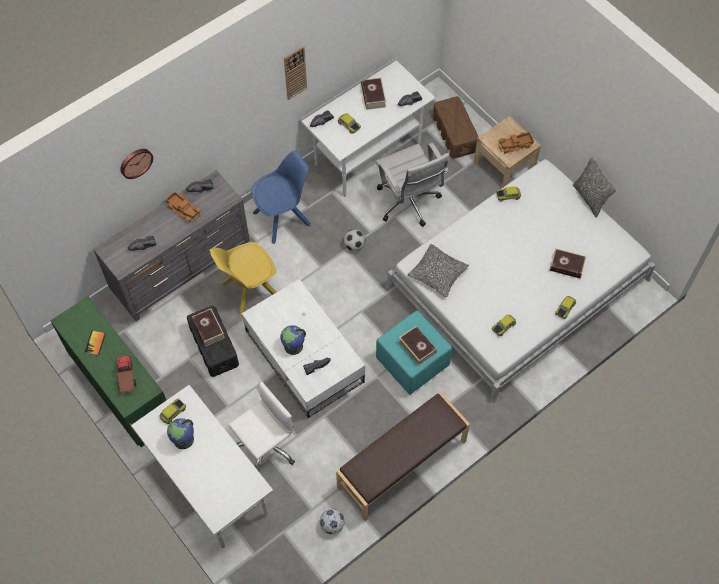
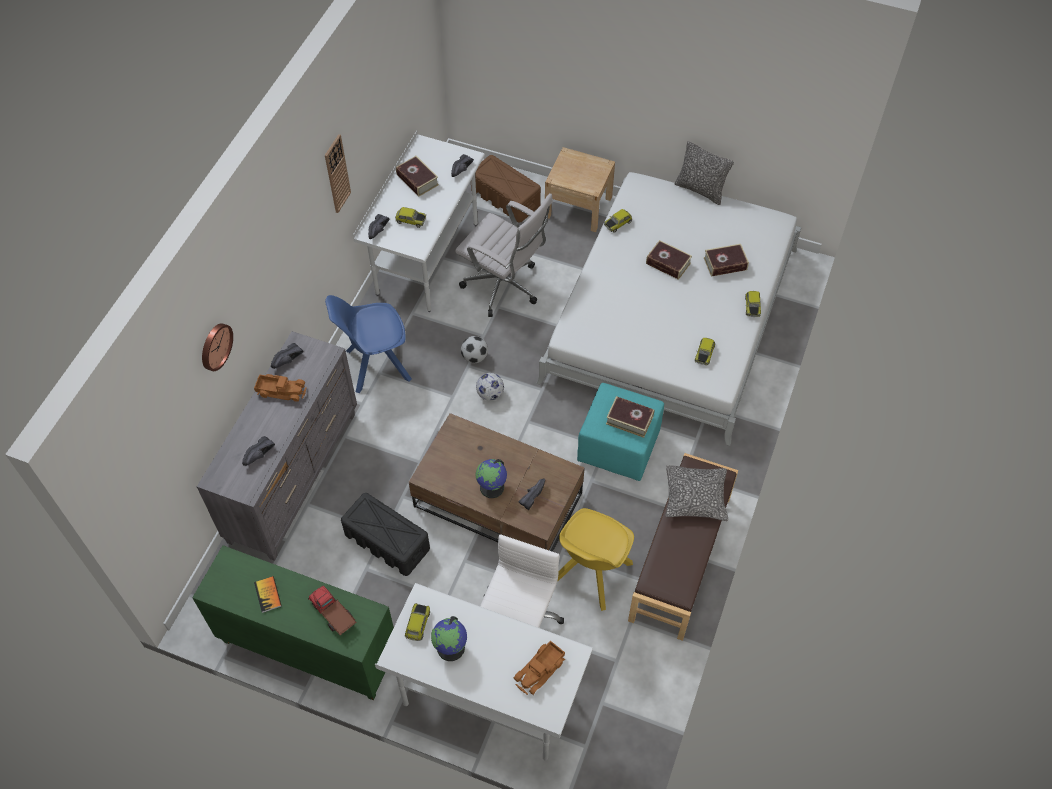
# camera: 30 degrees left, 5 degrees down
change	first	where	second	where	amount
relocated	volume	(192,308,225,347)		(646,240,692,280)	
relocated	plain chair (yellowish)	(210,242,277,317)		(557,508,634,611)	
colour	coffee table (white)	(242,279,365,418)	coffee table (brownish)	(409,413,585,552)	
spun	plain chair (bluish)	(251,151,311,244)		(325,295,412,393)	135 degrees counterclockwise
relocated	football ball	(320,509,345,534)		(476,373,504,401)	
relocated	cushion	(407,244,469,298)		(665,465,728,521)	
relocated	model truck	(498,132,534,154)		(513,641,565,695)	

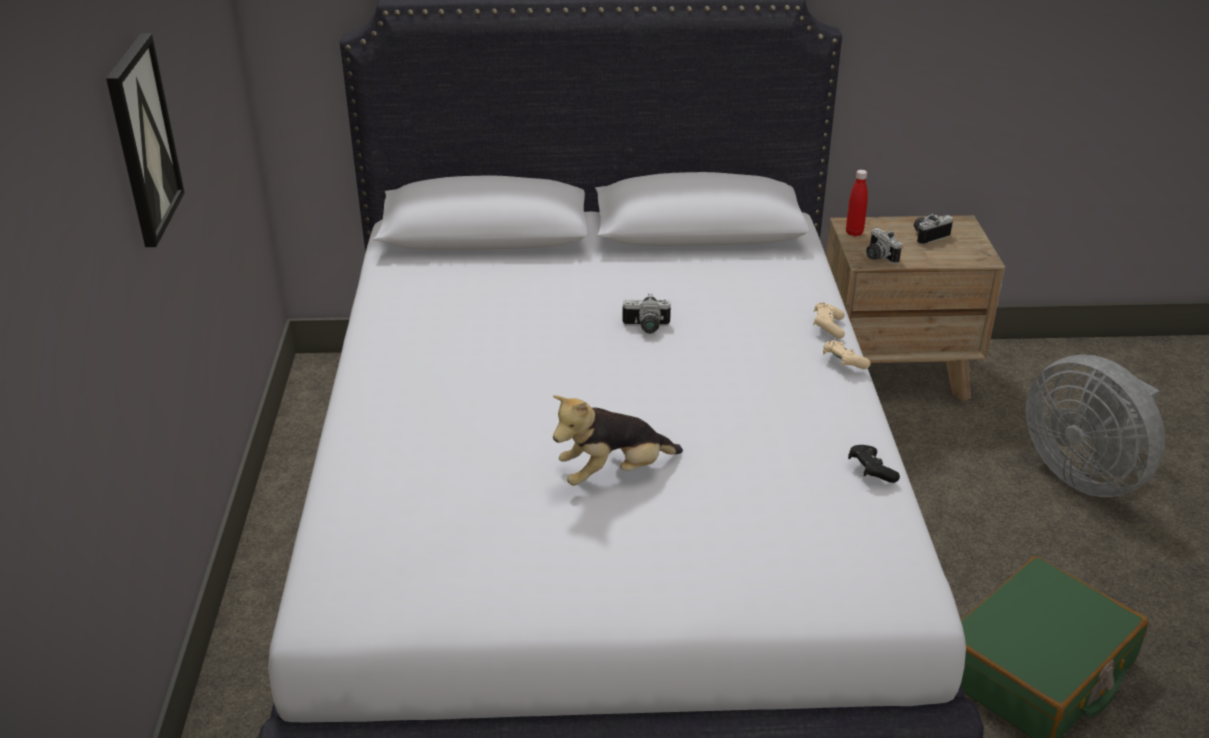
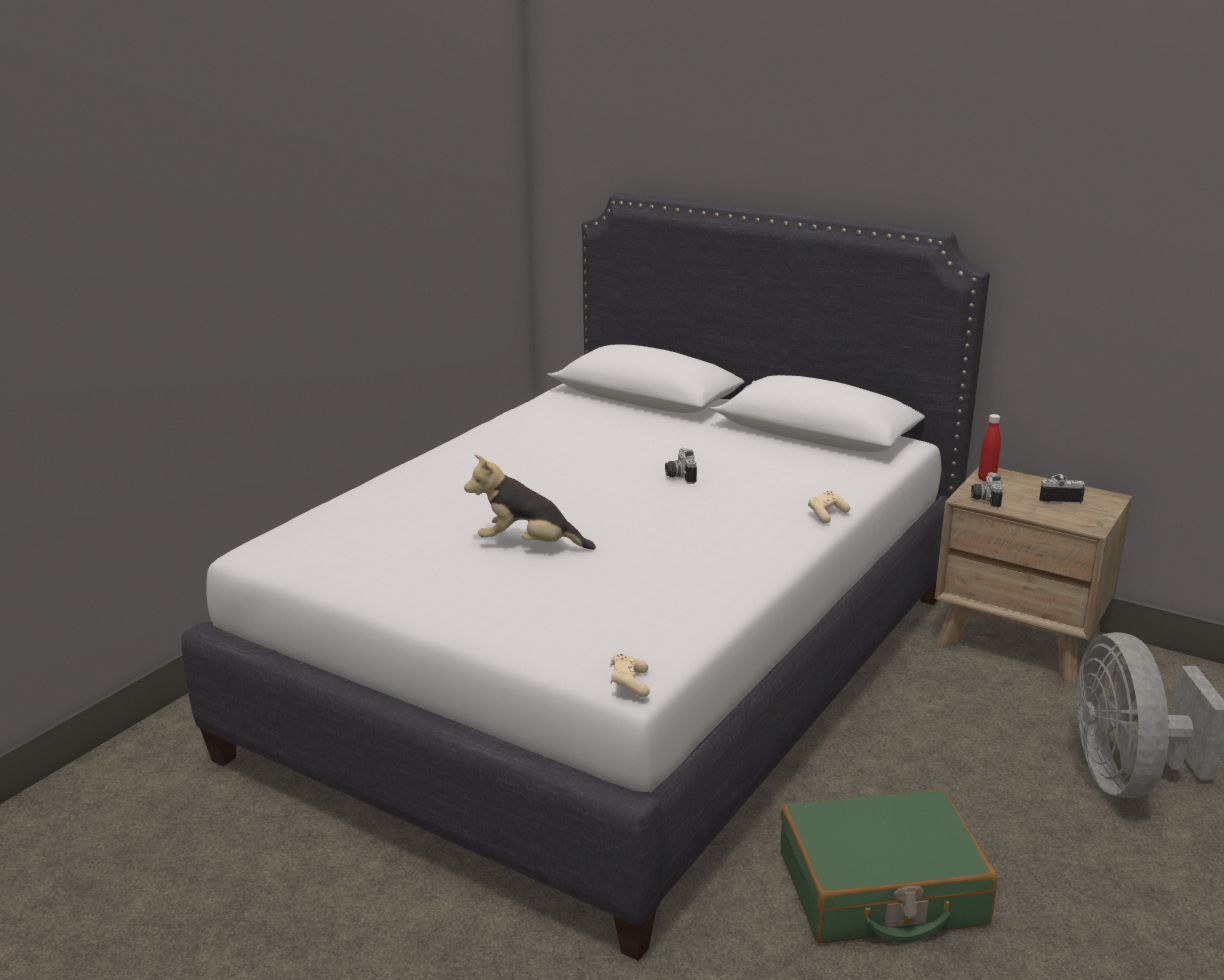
# camera: 35 degrees right, 10 degrees down
change	first	where	second	where	amount
missing	picture	(106,34,185,247)			
spun	still camera	(622,294,671,334)		(665,448,697,484)	45 degrees clockwise
relocated	joypad (sand-coloured)	(823,341,871,369)		(610,654,650,697)	
missing	joypad (black-coloured)	(848,445,900,483)			

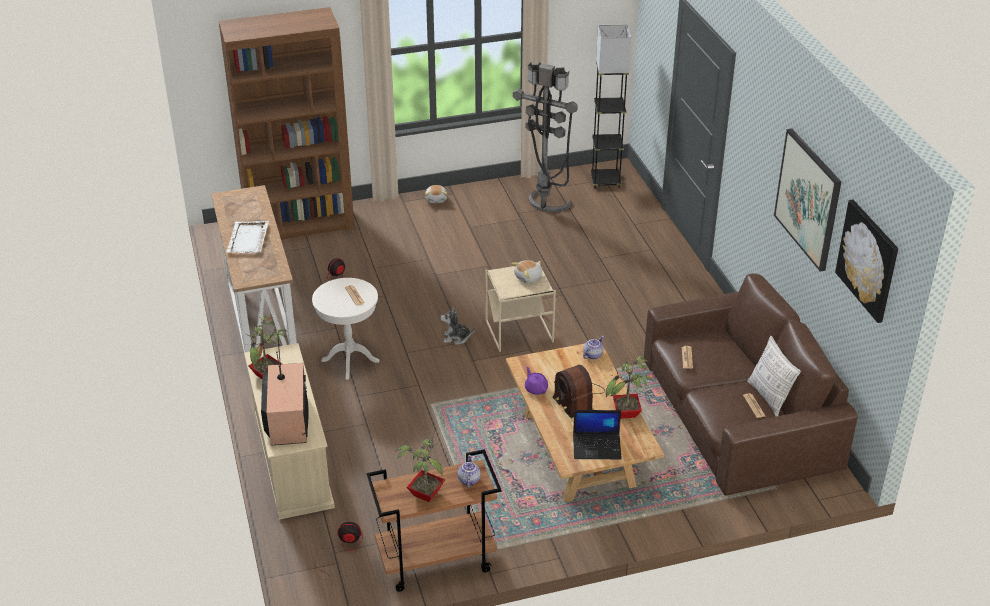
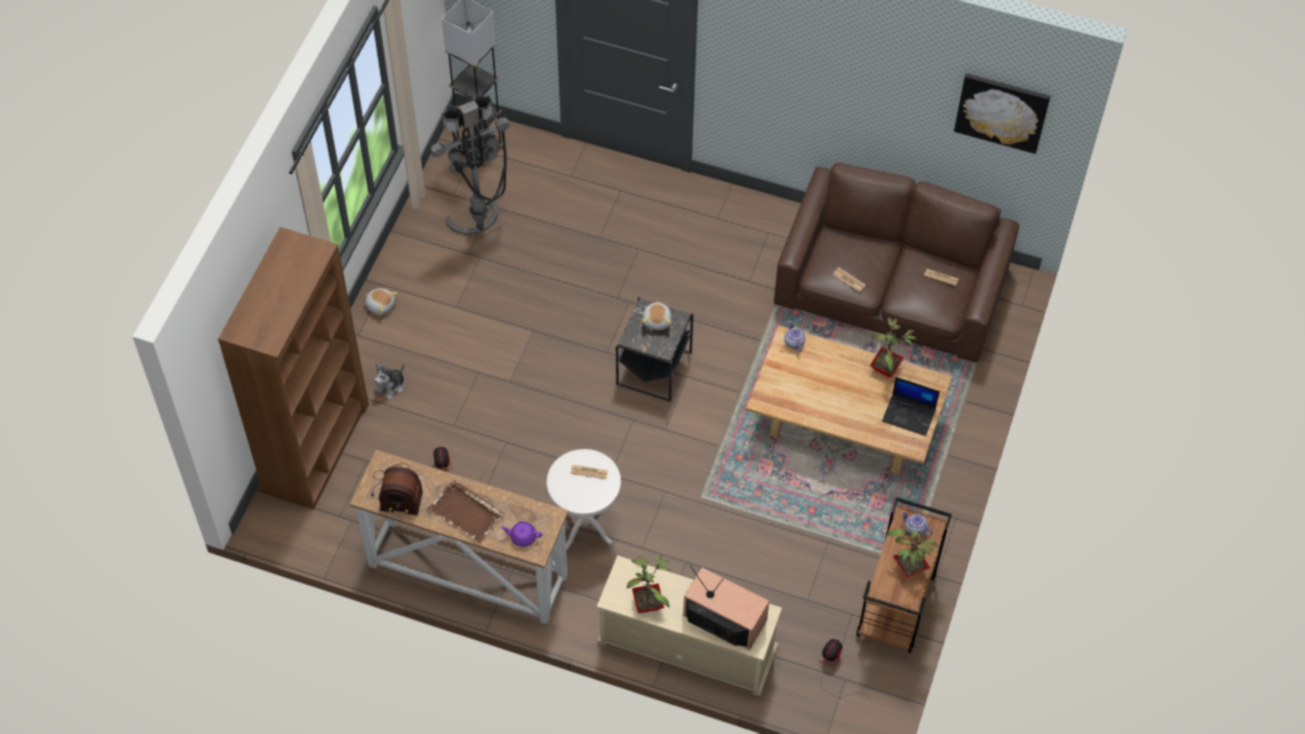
# camera: 55 degrees left, 20 degrees up
change	first	where	second	where	amount
colour	carrying tray (white)	(226,221,269,253)	carrying tray (brownish)	(428,480,505,543)	
relocated	cuddly toy	(440,307,475,345)		(374,364,404,400)	
colour	side table (sand-coloured)	(485,261,556,352)	side table (black-coloured)	(616,296,694,402)	
relocated	teapot (purple-coloured)	(525,367,548,395)		(501,522,543,547)	
relocated	radio set	(553,365,605,418)		(371,464,423,515)	
spun	laptop	(573,410,622,459)		(882,377,940,436)	75 degrees clockwise
missing	cushion	(747,336,801,417)			
missing	picture	(774,129,841,272)			

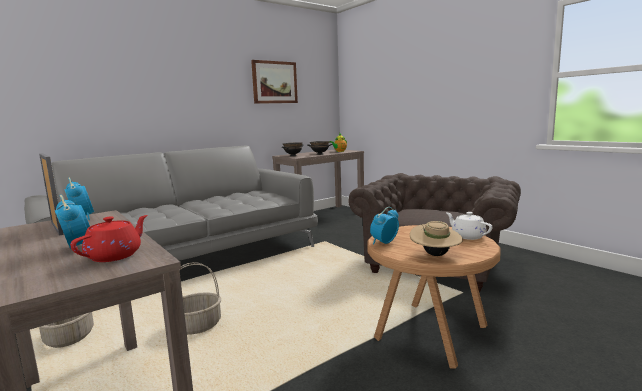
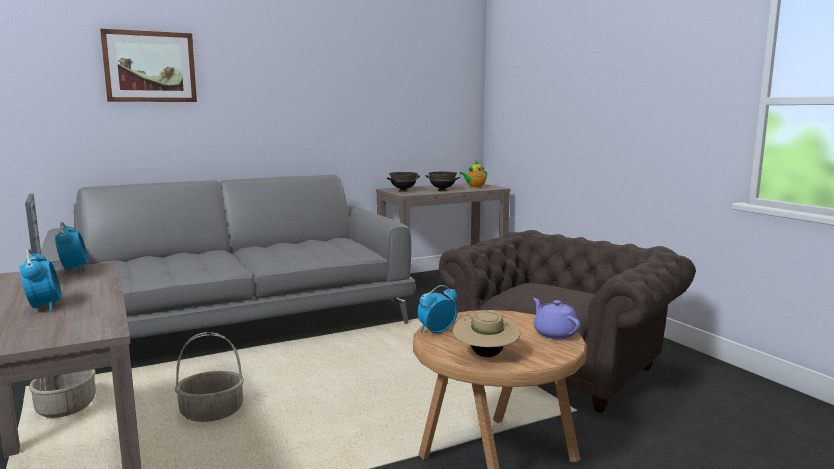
# camera: 10 degrees right, 0 degrees up
change	first	where	second	where	amount
missing	teapot (red-coloured)	(70,215,147,262)			
relocated	picture	(251,60,298,104)		(100,29,197,102)	
colour	teapot (white)	(447,212,493,240)	teapot (purple-coloured)	(533,298,580,339)	

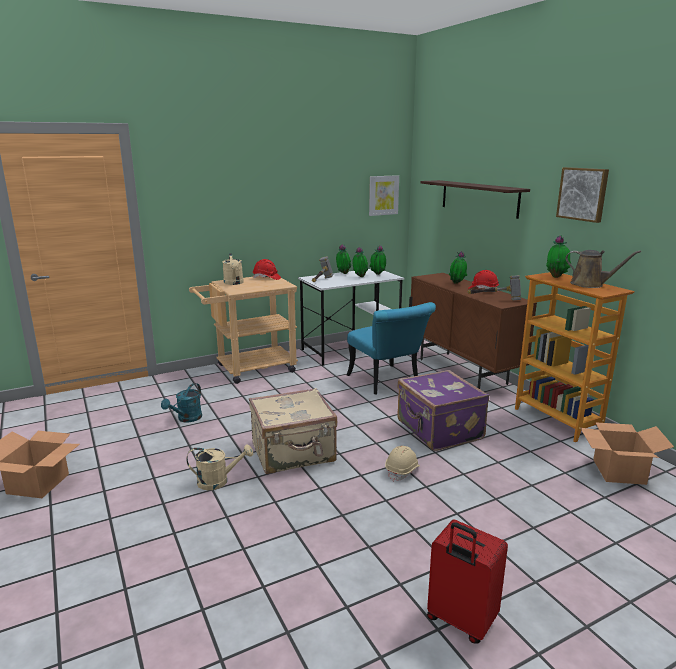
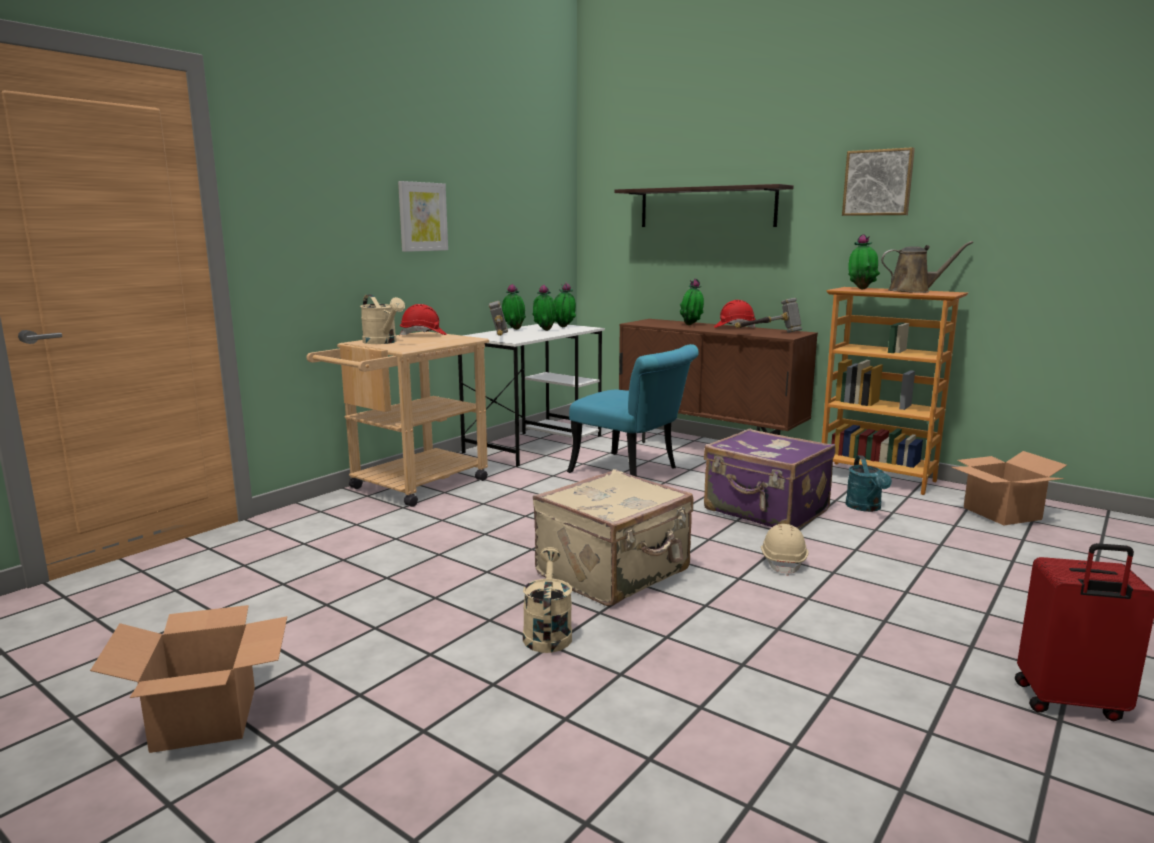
# camera: 25 degrees left, 5 degrees down
change	first	where	second	where	amount
relocated	watering pot (turquoise-coloured)	(161,383,202,422)		(845,456,892,512)	
spun	watering pot (sand-coloured)	(186,444,253,490)		(523,547,572,653)	60 degrees counterclockwise
relocated	picture	(369,175,399,216)		(398,181,448,252)	

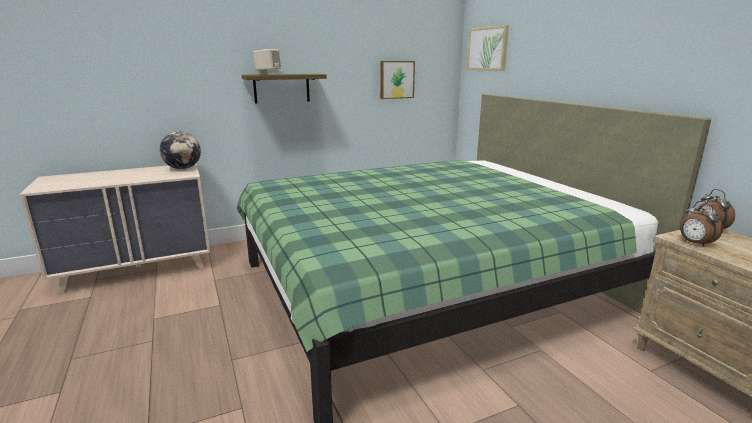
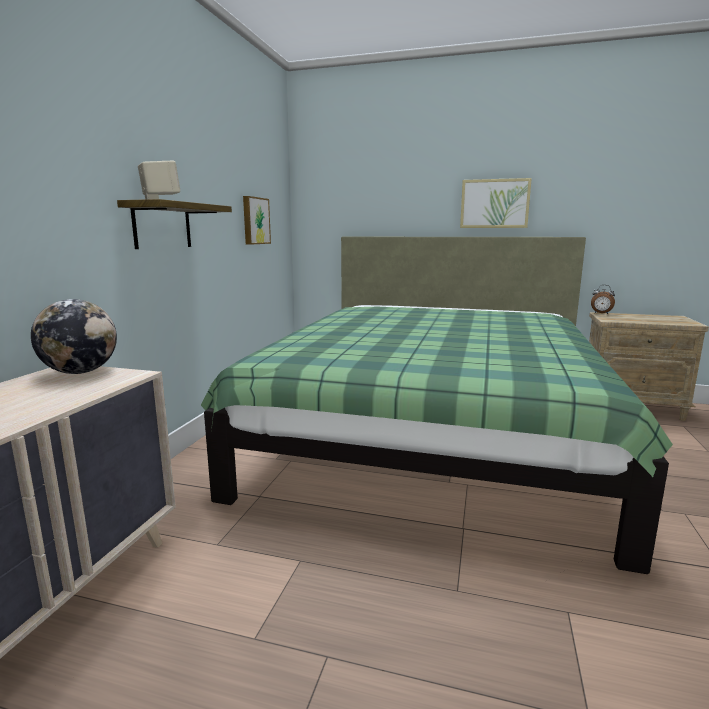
# camera: 50 degrees left, 5 degrees down
change	first	where	second	where	amount
relocated	picture	(467,25,509,71)		(460,178,532,228)	
missing	alarm clock	(680,201,723,247)			

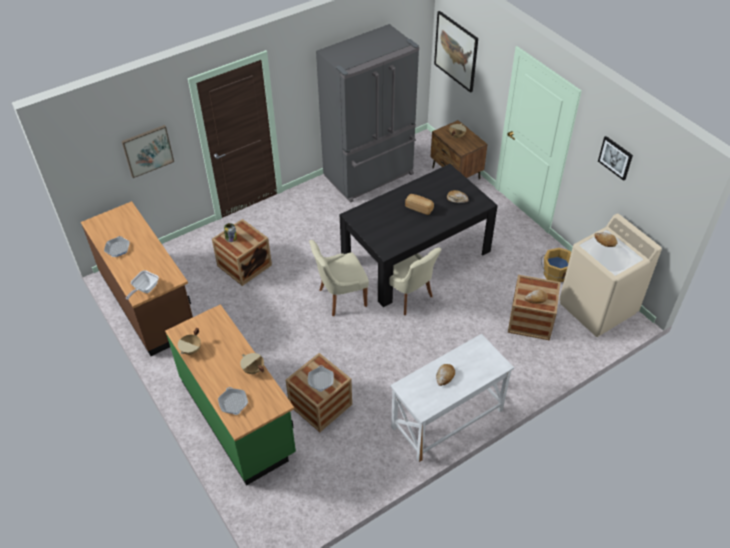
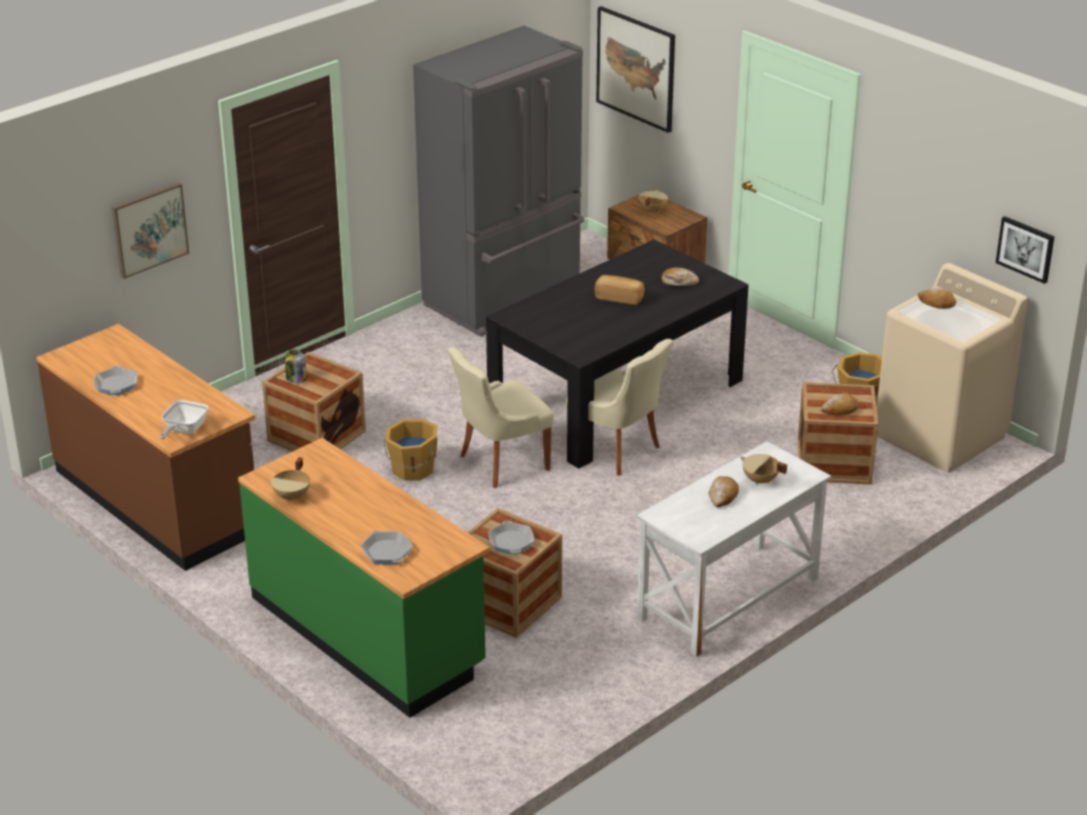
# camera: 10 degrees left, 15 degrees down
change	first	where	second	where	amount
relocated	cooking pot (sand-coloured)	(240,353,264,374)		(740,454,787,485)	
relocated	picture	(598,136,633,181)		(996,216,1055,284)	
appeared			pail (orange)	(384,419,438,480)	

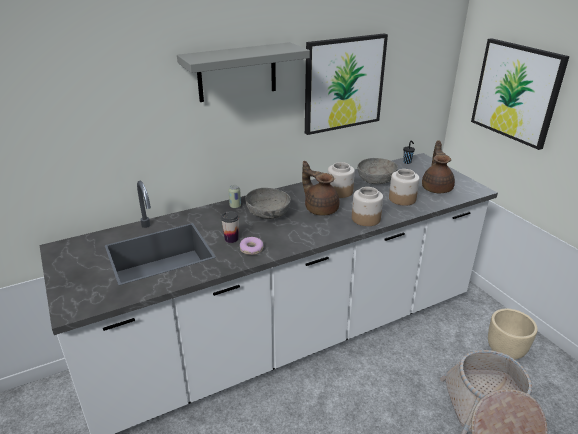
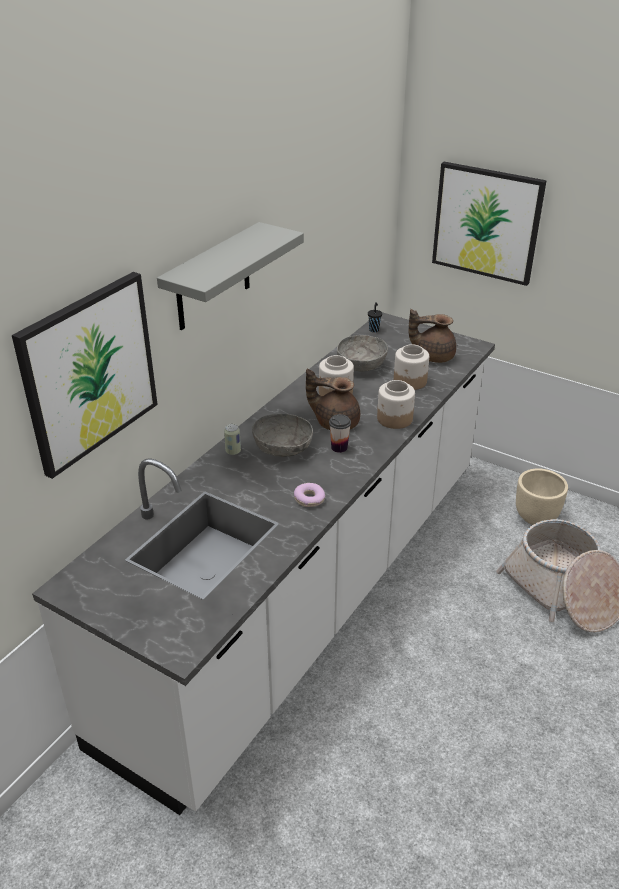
# camera: 30 degrees left, 5 degrees up
change	first	where	second	where	amount
relocated	cup	(221,211,239,243)		(329,414,351,453)	
relocated	picture	(305,34,388,135)		(12,272,158,479)	
spun	teapot (brownish)	(422,140,455,193)		(409,309,456,363)	60 degrees counterclockwise

